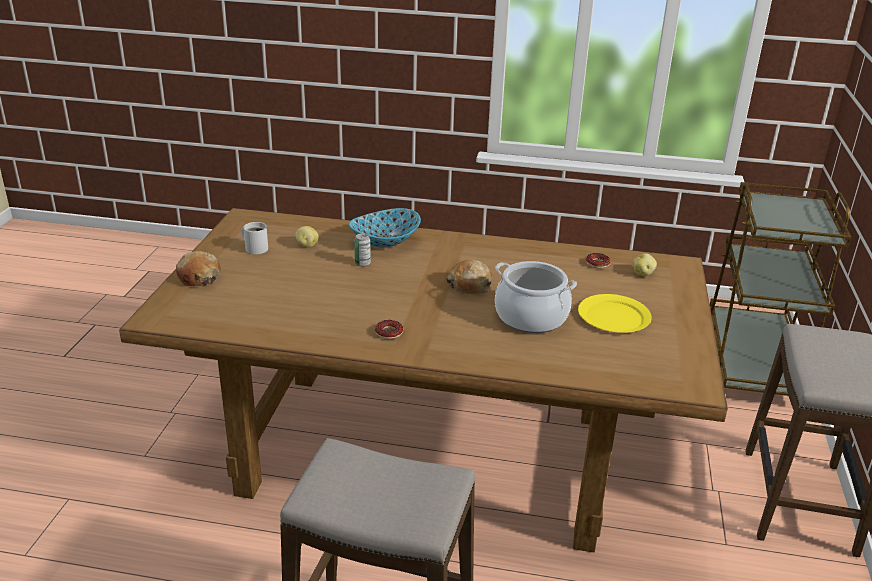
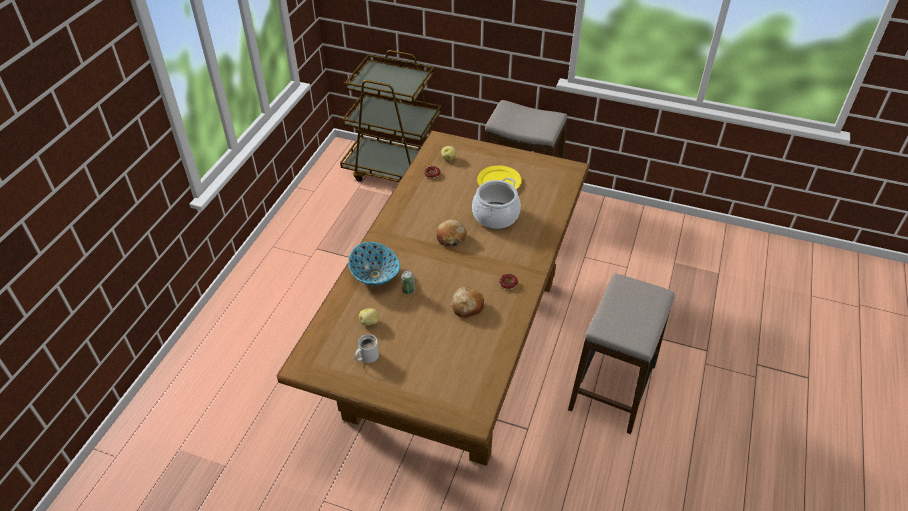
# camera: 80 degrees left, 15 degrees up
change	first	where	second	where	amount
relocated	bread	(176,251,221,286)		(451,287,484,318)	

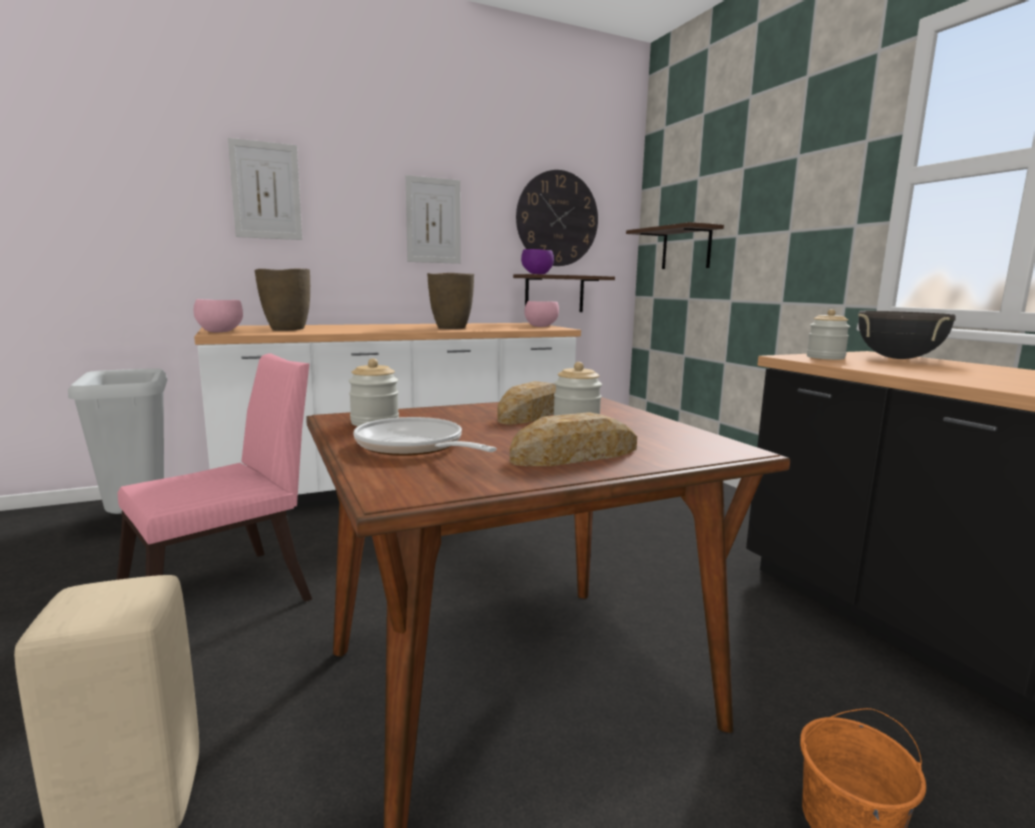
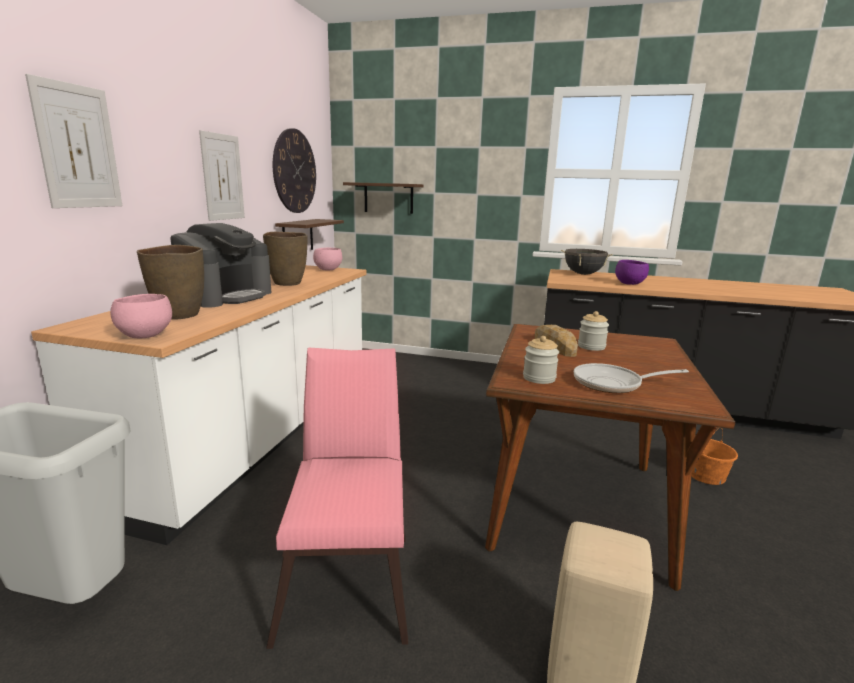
# camera: 50 degrees left, 5 degrees up
change	first	where	second	where	amount
missing	bread	(510,412,637,466)			
relocated	serving bowl (purple-coloured)	(521,249,554,274)		(615,260,649,285)	
missing	preserve jar	(807,309,850,360)			
appeared			coffee maker	(170,223,271,308)	

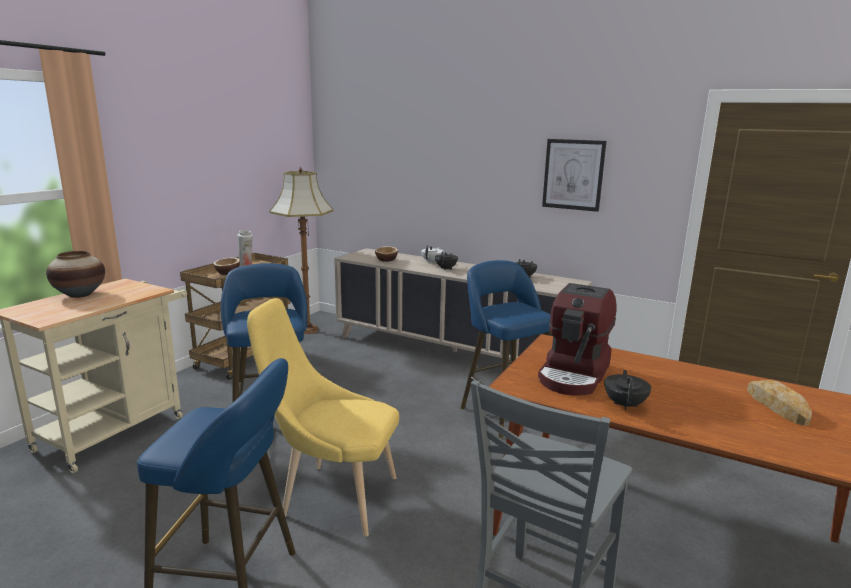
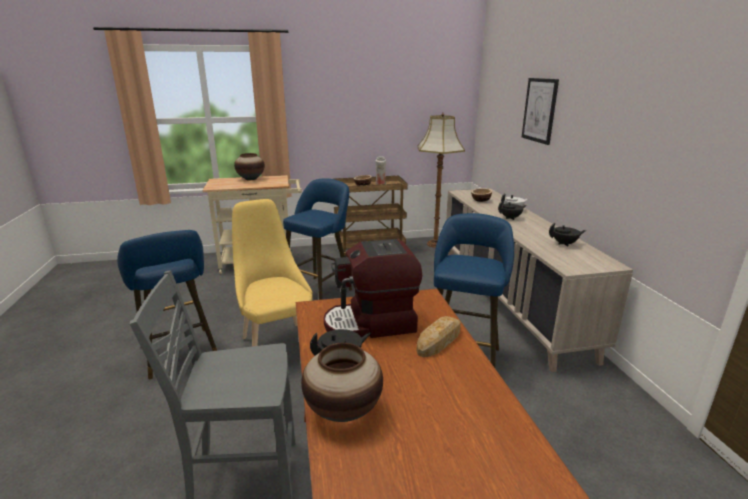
# camera: 50 degrees right, 5 degrees up
change	first	where	second	where	amount
relocated	picture	(542,139,607,212)		(522,78,559,145)	
relocated	bread	(747,380,812,426)		(417,316,461,357)	
appeared			decorative vase	(301,343,383,422)	

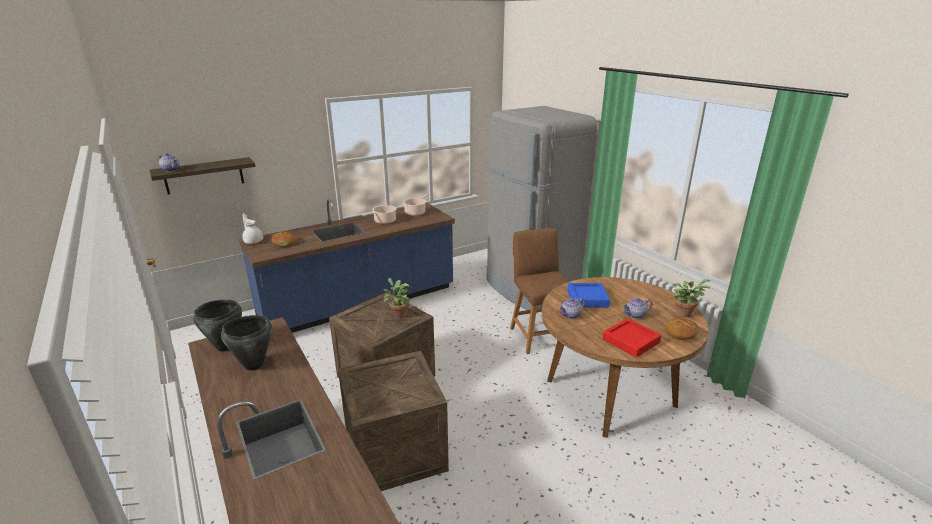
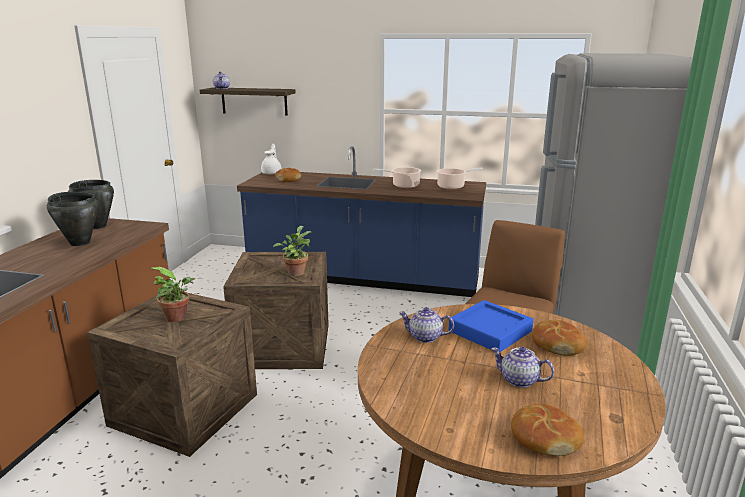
# camera: 45 degrees right, 5 degrees down
change	first	where	second	where	amount
missing	carrying tray (red-coloured)	(603,318,661,357)			
relocated	houseplant	(673,279,710,318)		(150,267,195,322)	
appeared			bread	(532,320,587,356)	

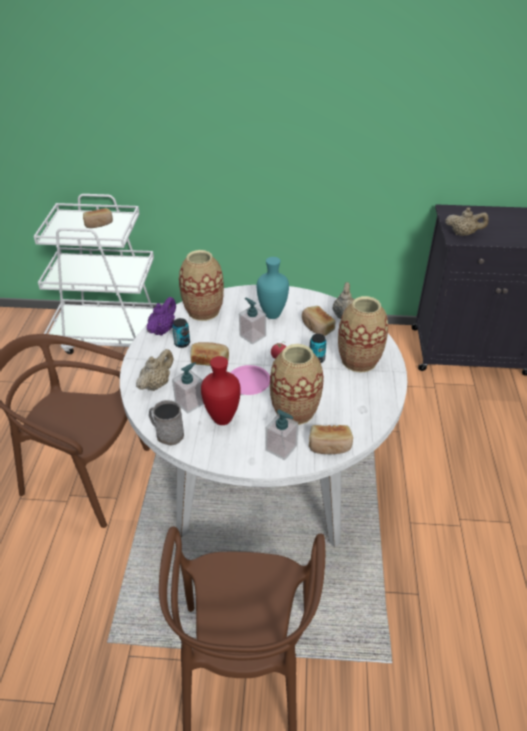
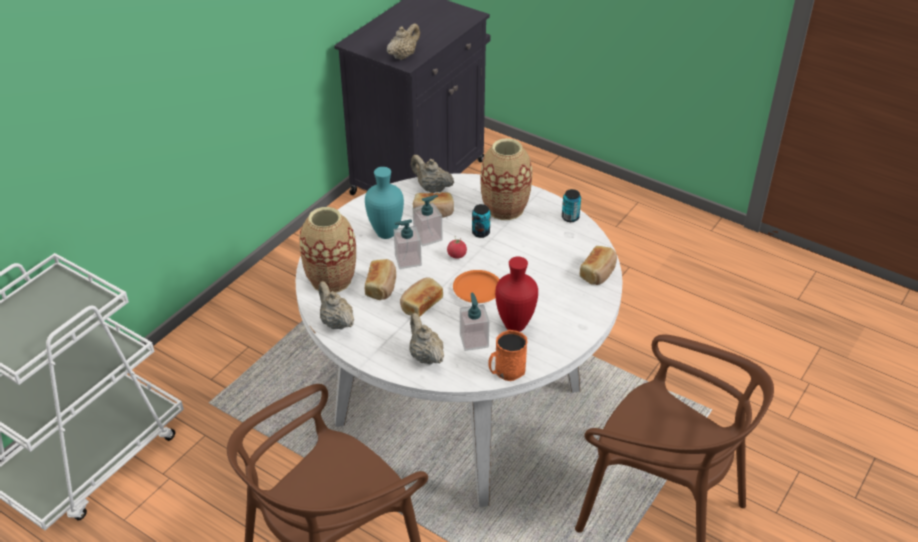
# camera: 60 degrees left, 0 degrees up
change	first	where	second	where	amount
relocated	bread	(83,208,113,228)		(365,259,396,300)	
colour	teapot (purple-coloured)	(147,297,176,336)	teapot (sand-coloured)	(319,281,354,330)	
colour	mug (grey)	(149,400,184,446)	mug (orange)	(488,330,527,381)	
relocated	metal can	(172,318,190,348)		(562,189,581,222)	
colour	plate (pink)	(230,365,270,395)	plate (orange)	(453,270,500,303)	
relocated	soap dispenser	(266,410,298,460)		(413,195,442,247)	
missing	decorative vase	(270,344,324,425)			

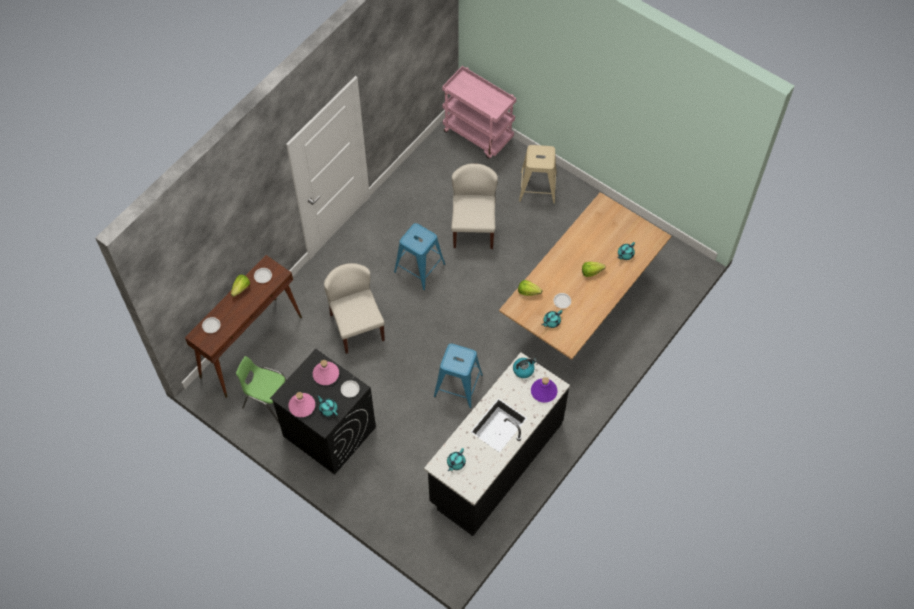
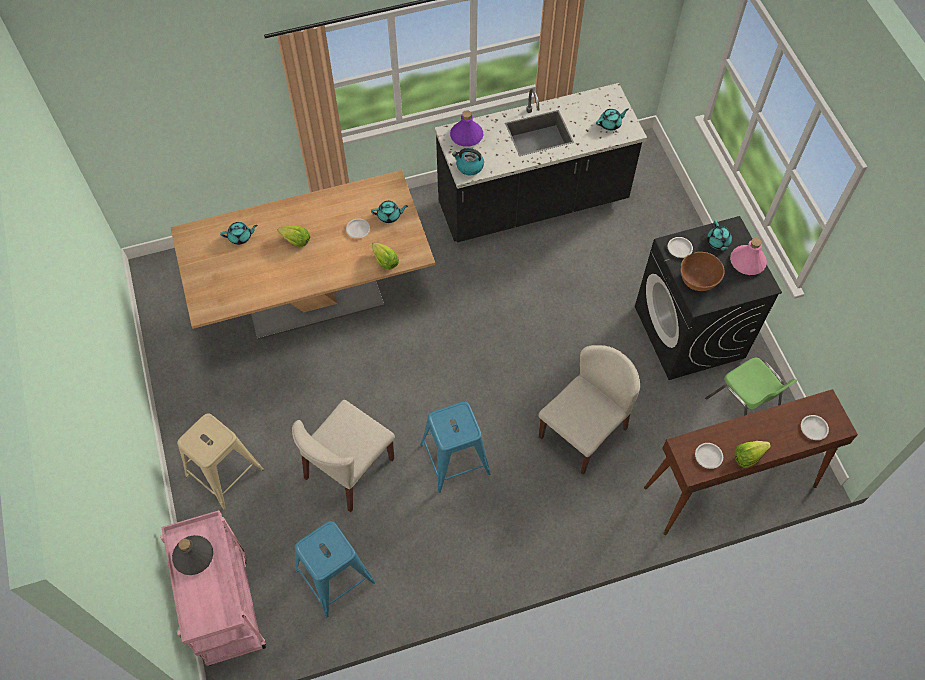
# camera: 145 degrees left, 0 degrees up
change	first	where	second	where	amount
exchanged	bottle (pink)	(313,360,339,385)	serving bowl (brownish)	(680,252,725,291)	
spun	plain chair (sand-coloured)	(324,263,385,354)		(539,345,640,474)	150 degrees counterclockwise
relocated	stool seat (bluish)	(434,344,483,408)		(295,521,375,617)	
appeared			bottle (grey)	(172,535,213,575)	

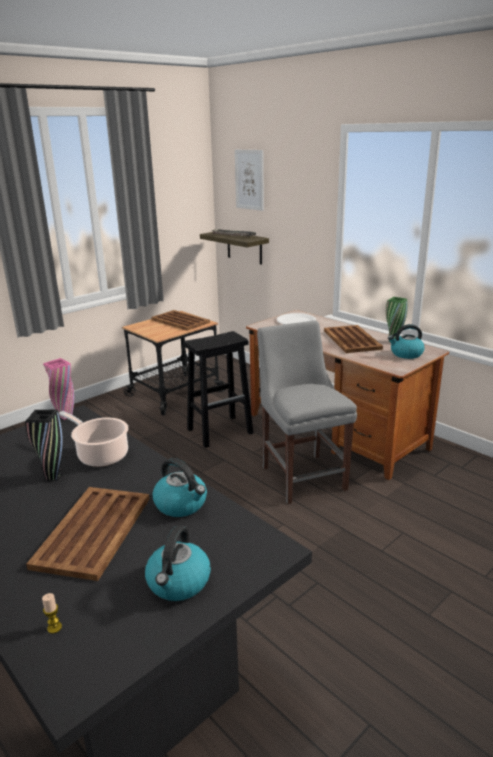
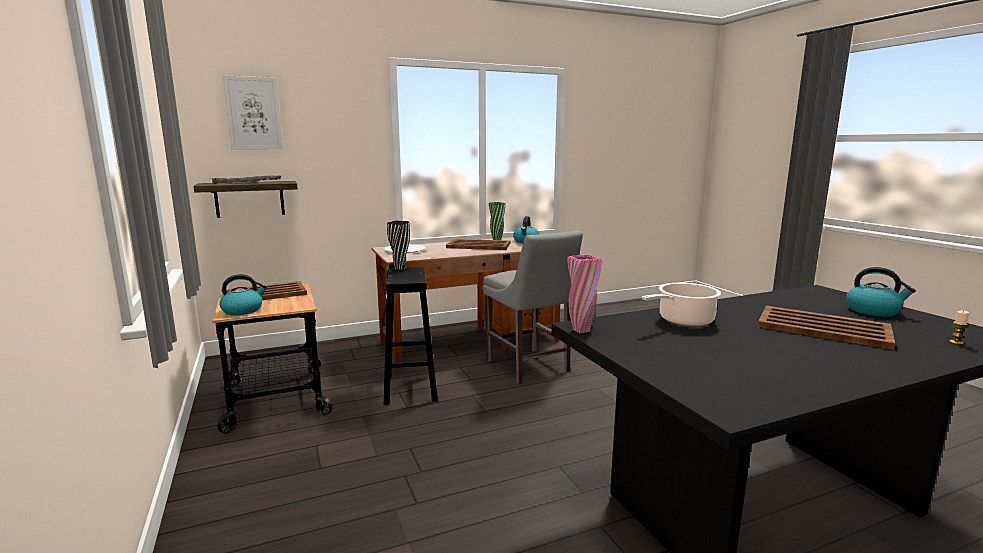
# camera: 70 degrees left, 10 degrees down
change	first	where	second	where	amount
relocated	decorative vase (black-coloured)	(25,410,64,481)		(387,221,410,270)	
relocated	tea kettle	(153,458,207,517)		(219,274,267,315)	
spun	plain chair (grey)	(257,320,357,504)		(483,231,583,384)	120 degrees counterclockwise

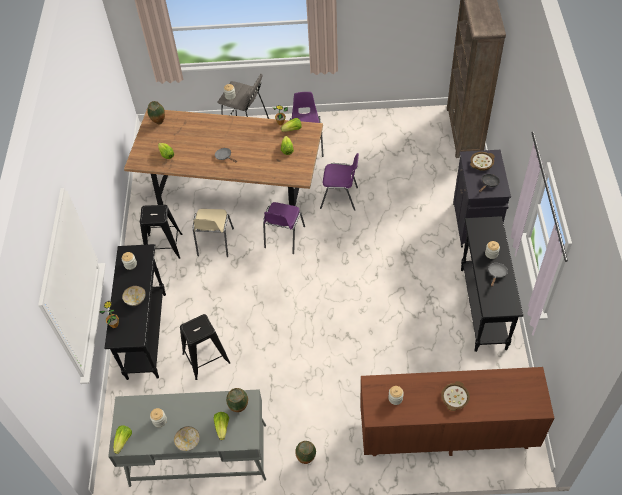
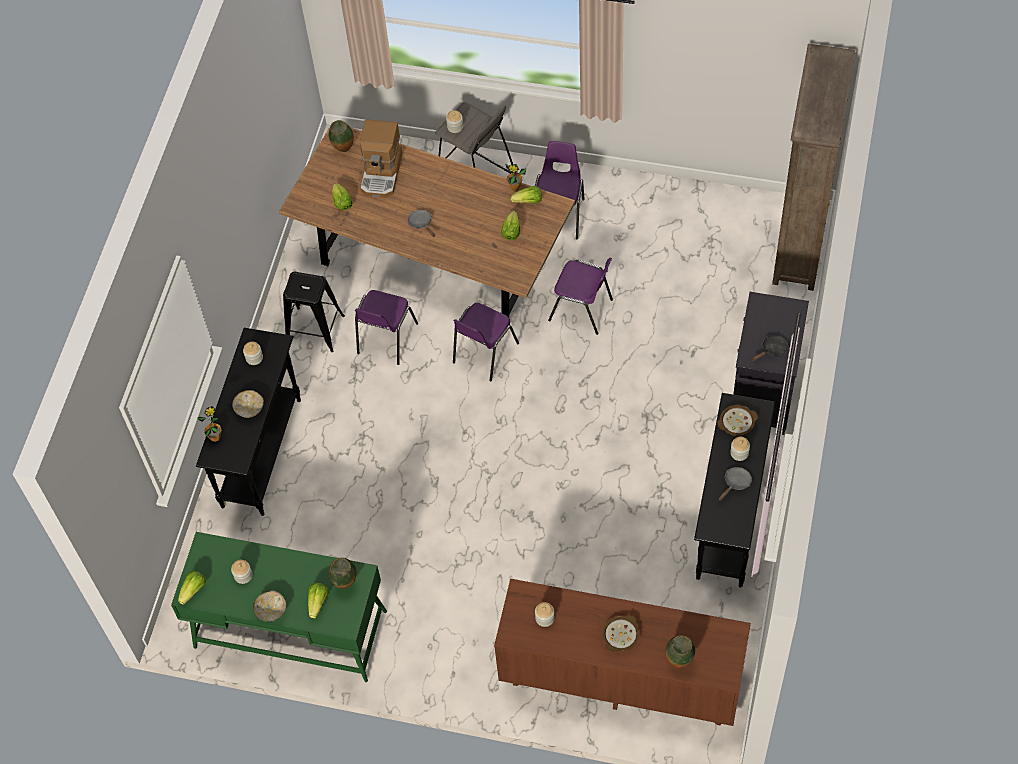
# camera: 15 degrees right, 5 degrees up
change	first	where	second	where	amount
colour	desk table (grey)	(108,389,266,487)	desk table (green)	(171,532,387,682)	
missing	stool seat (black-coloured)	(180,314,231,380)			
colour	plain chair (sand-coloured)	(193,209,234,257)	plain chair (purple-coloured)	(355,290,418,365)	
relocated	decorative vase	(295,441,316,464)		(665,635,695,668)	
relocated	serving bowl	(470,152,495,171)		(717,405,758,436)	
appeared			coffee maker	(360,119,403,198)	

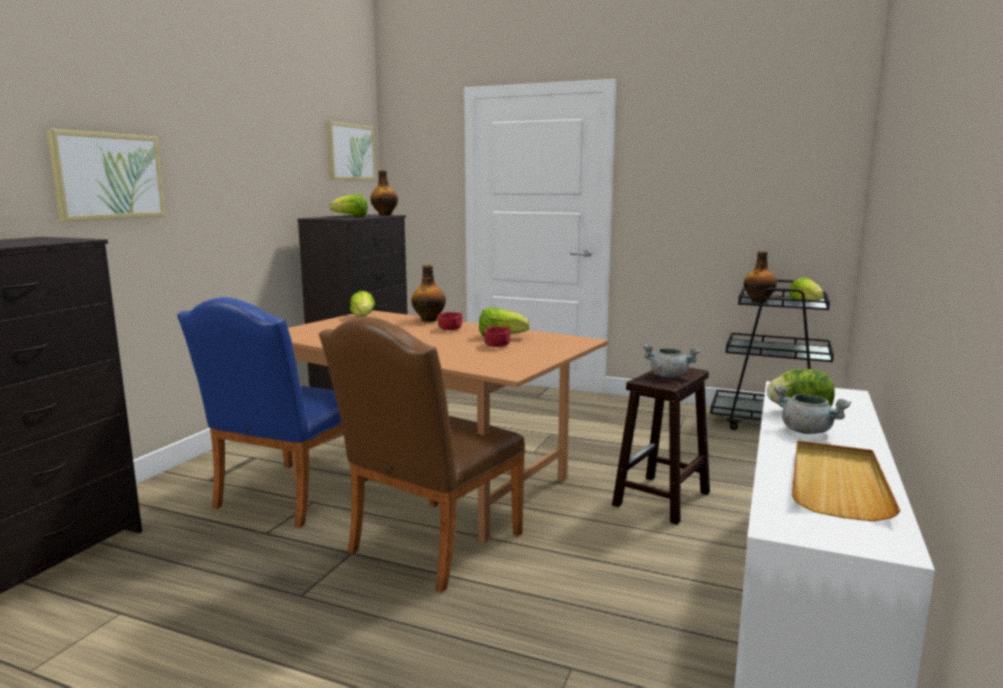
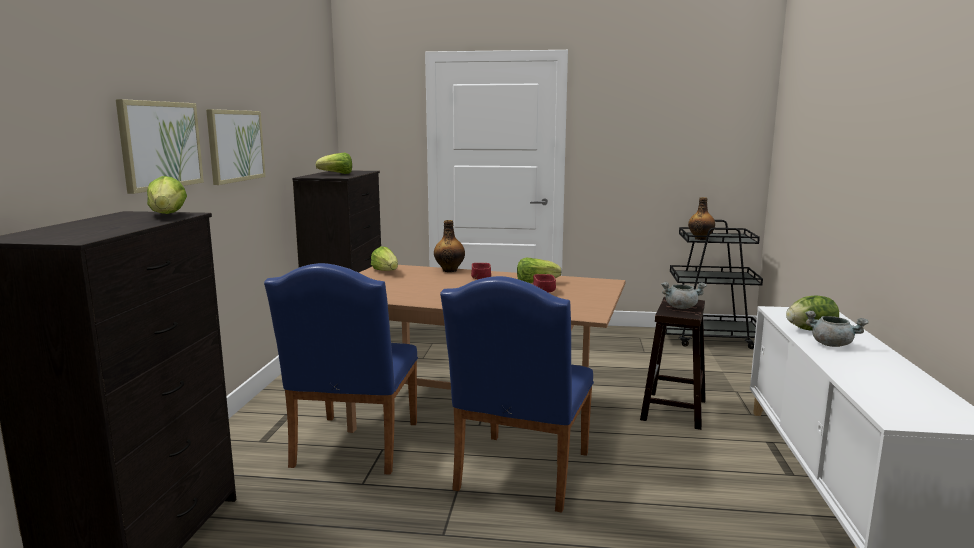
# camera: 15 degrees left, 0 degrees up
change	first	where	second	where	amount
colour	plain chair (brownish)	(319,317,526,592)	plain chair (bluish)	(440,276,594,513)	
relocated	picture	(326,121,376,180)		(206,109,266,185)	
missing	bottle	(370,170,398,215)			
relocated	lettuce	(789,277,823,300)		(147,176,187,214)	
missing	carrying tray (sand-coloured)	(792,441,901,522)			

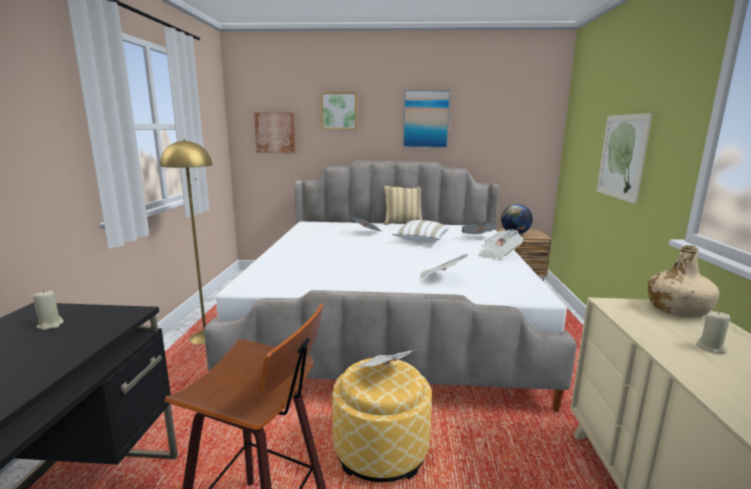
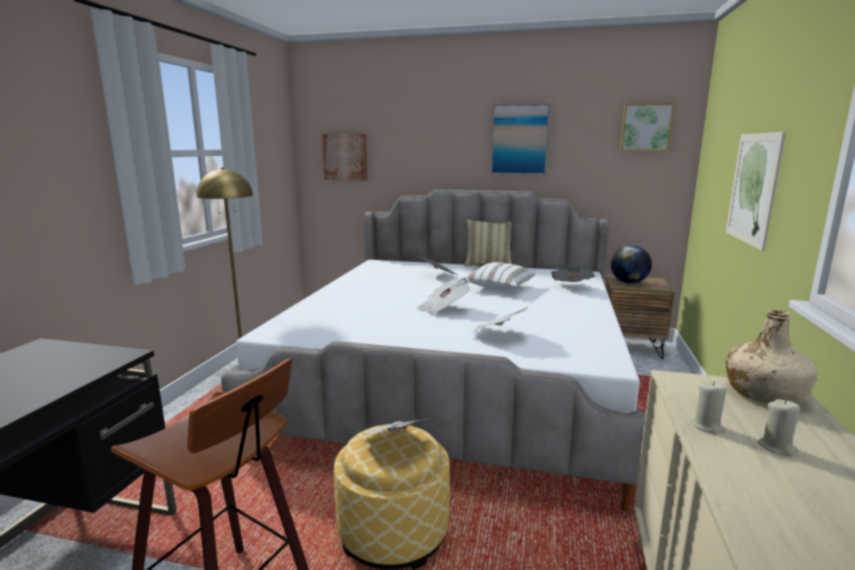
# camera: 10 degrees right, 0 degrees up
change	first	where	second	where	amount
relocated	wax candle (sand-coloured)	(33,290,64,330)		(691,381,727,434)	
relocated	picture	(321,92,357,129)		(620,103,675,151)	
relocated	daily paper	(478,230,523,259)		(417,277,470,314)	

